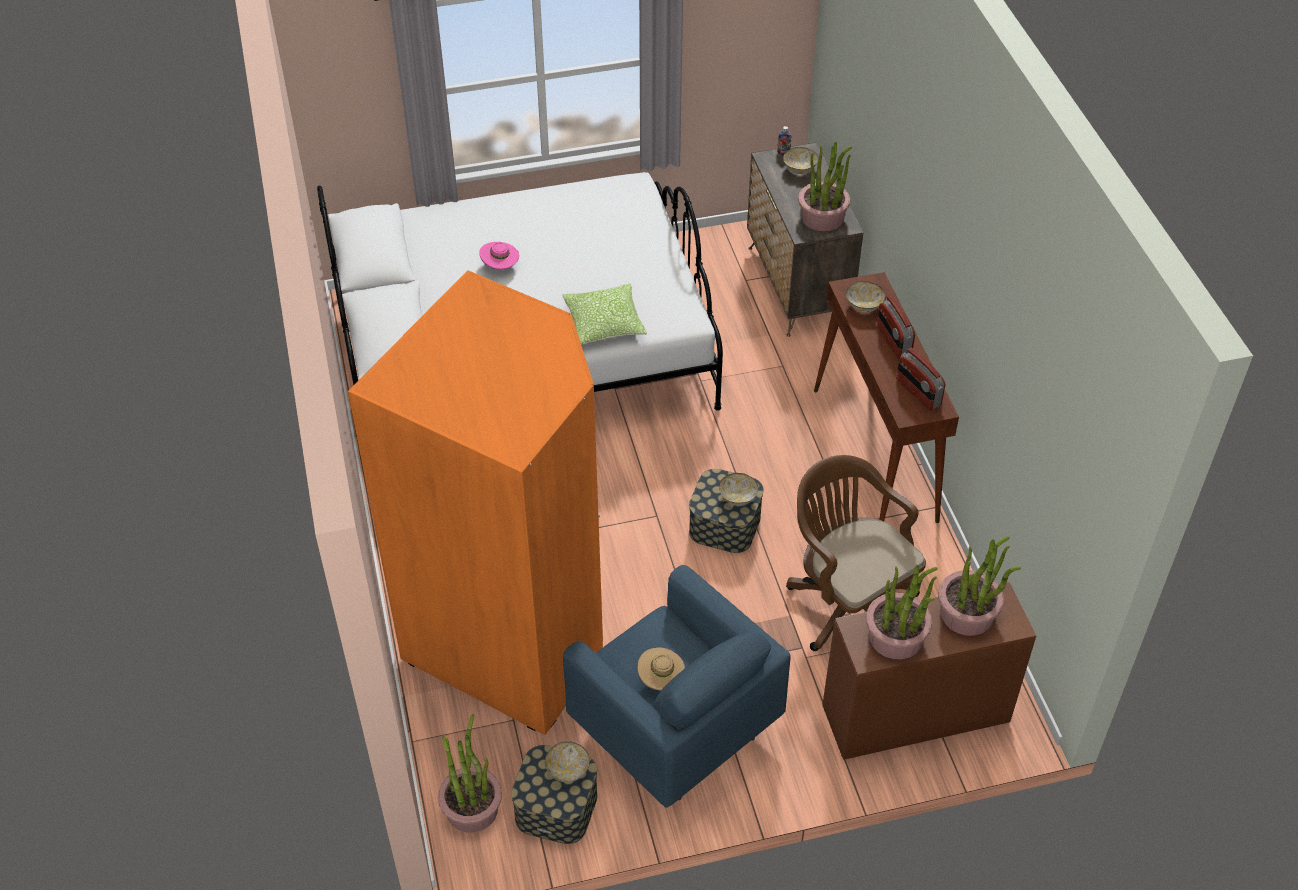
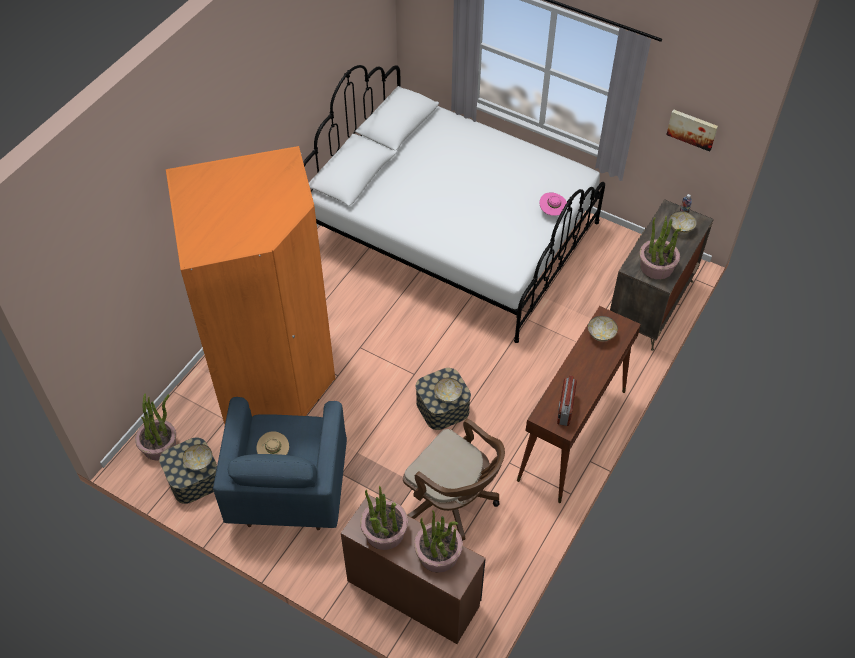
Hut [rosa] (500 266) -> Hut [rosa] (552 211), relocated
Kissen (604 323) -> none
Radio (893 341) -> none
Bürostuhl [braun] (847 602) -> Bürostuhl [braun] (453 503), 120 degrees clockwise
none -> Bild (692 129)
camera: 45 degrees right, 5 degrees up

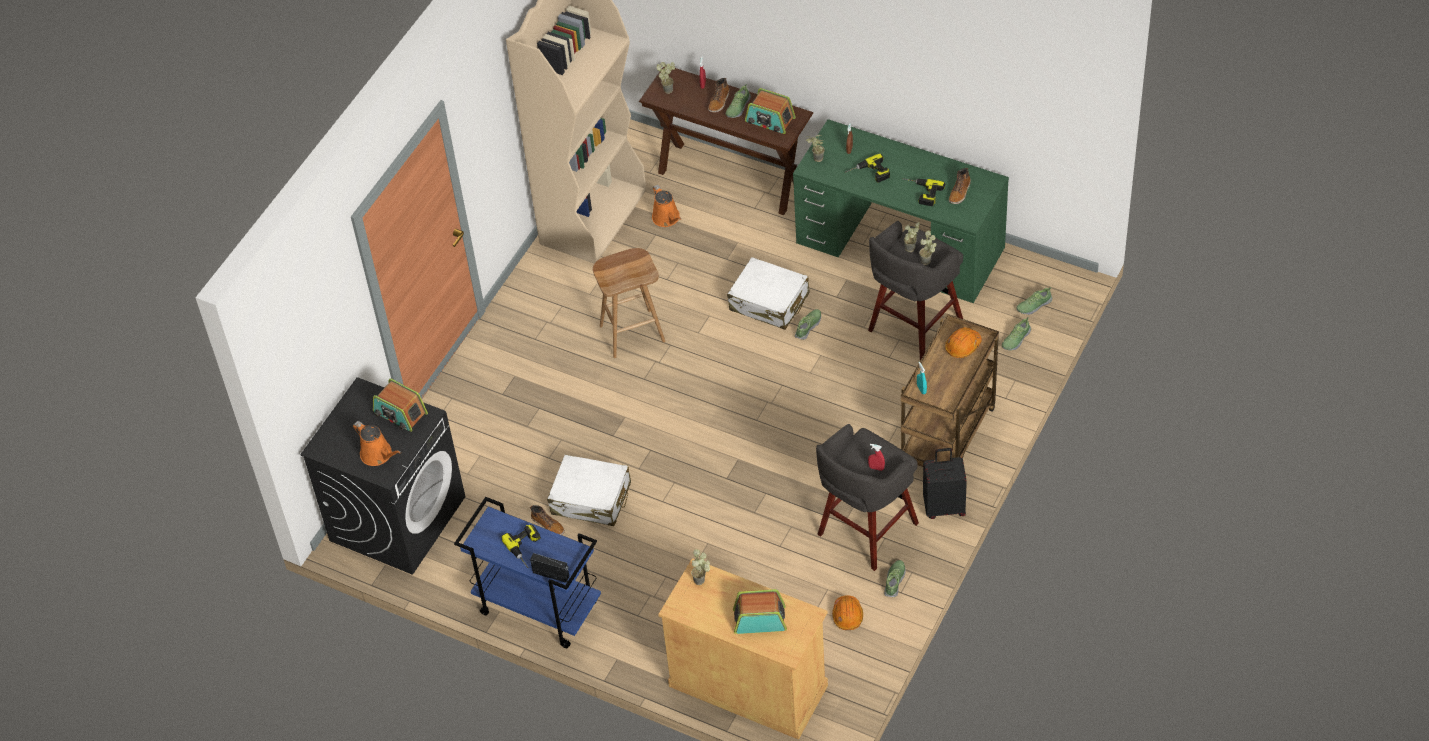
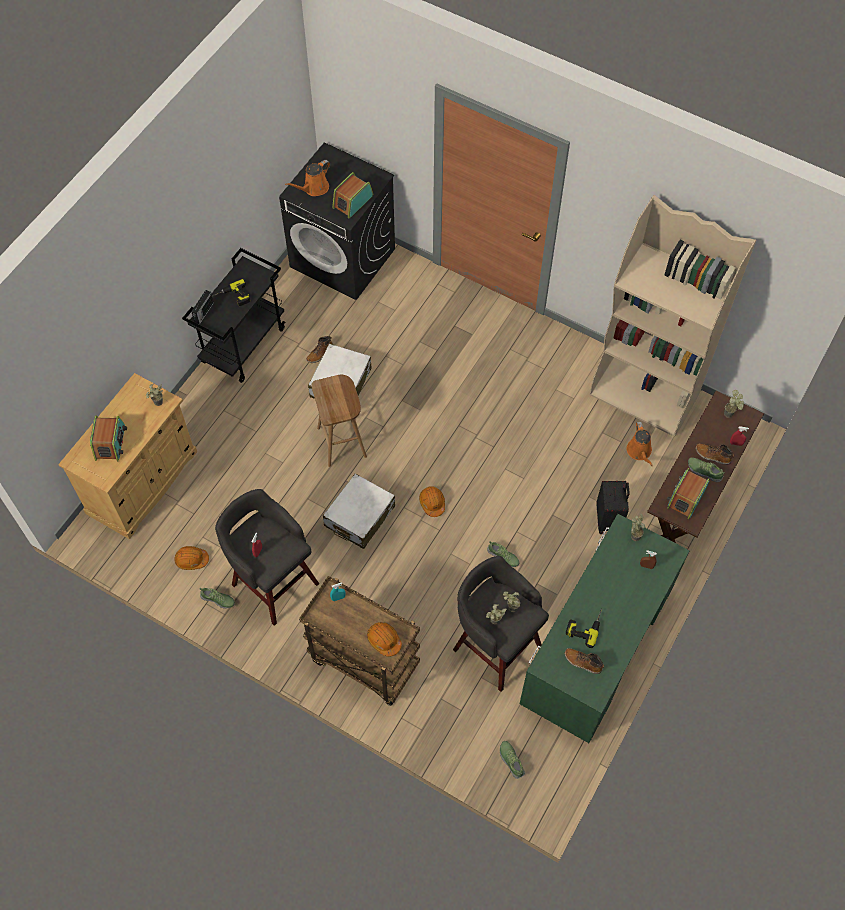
Bohrmaschine (868 174) -> none
Gießkanne [orange] (667 218) -> Gießkanne [orange] (639 452), 75 degrees counterclockwise
Hocker [braun] (633 333) -> Hocker [braun] (342 442), relocated
Koffer [weiß] (769 302) -> Koffer [weiß] (359 516), relocated
Schuh (1015 339) -> none
Koffer [schwarz] (944 506) -> Koffer [schwarz] (609 520), relocated
Rollwagen [blau] (537 608) -> Rollwagen [schwarz] (244 344)
none -> Schutzhelm [orange] (432 503)
camera: 90 degrees right, 10 degrees up

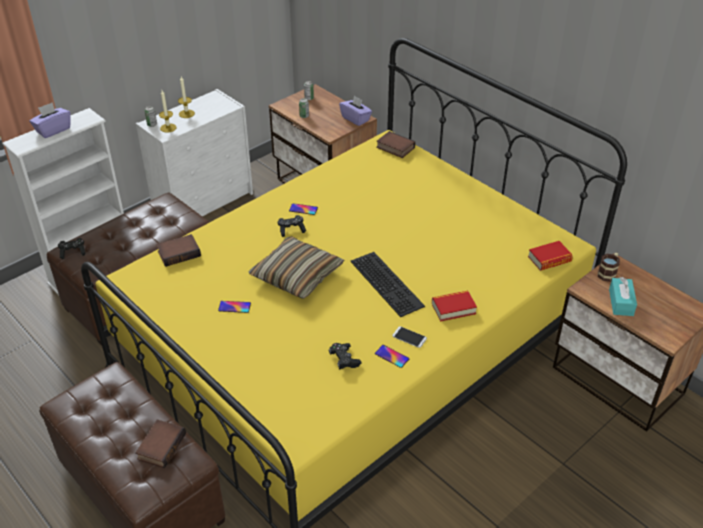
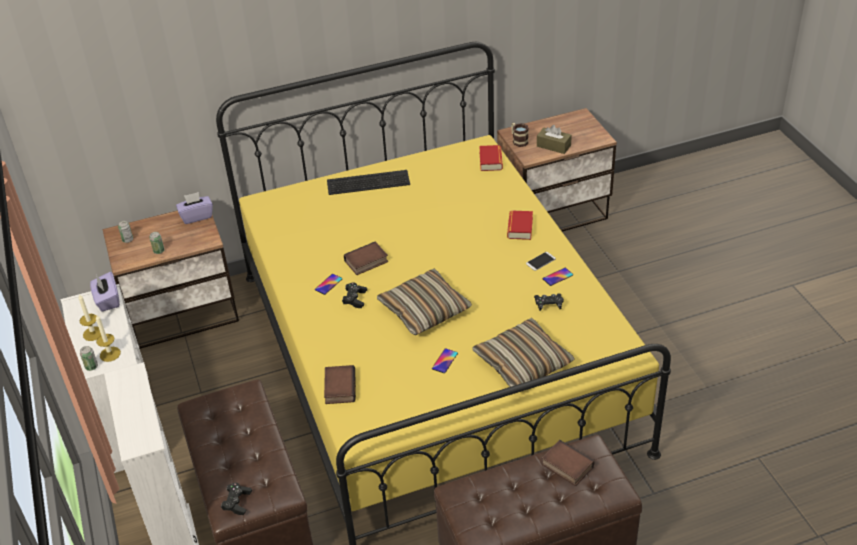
Taschentuchbox [lila] (53 130) -> Taschentuchbox [lila] (107 300), relocated
Buch (394 148) -> Buch (366 262), relocated
Tastatur (388 283) -> Tastatur (369 181), relocated
Taschentuchbox [türkis] (621 302) -> Taschentuchbox [braun] (553 146)
none -> Kissen (523 363)
camera: 65 degrees left, 0 degrees up

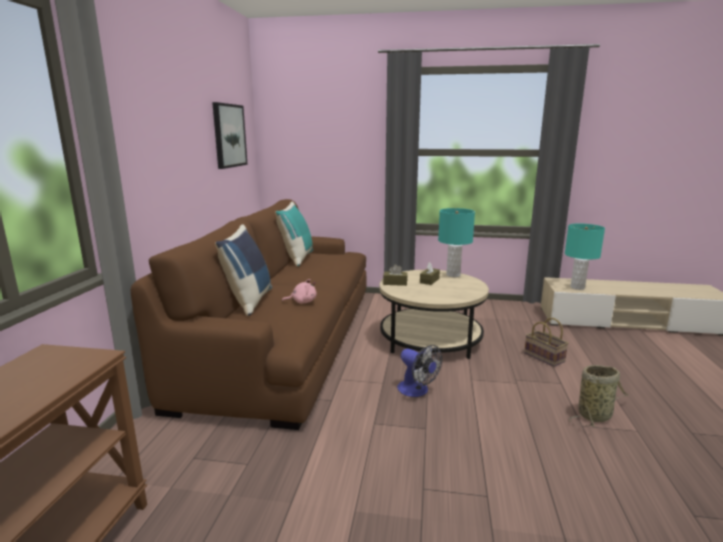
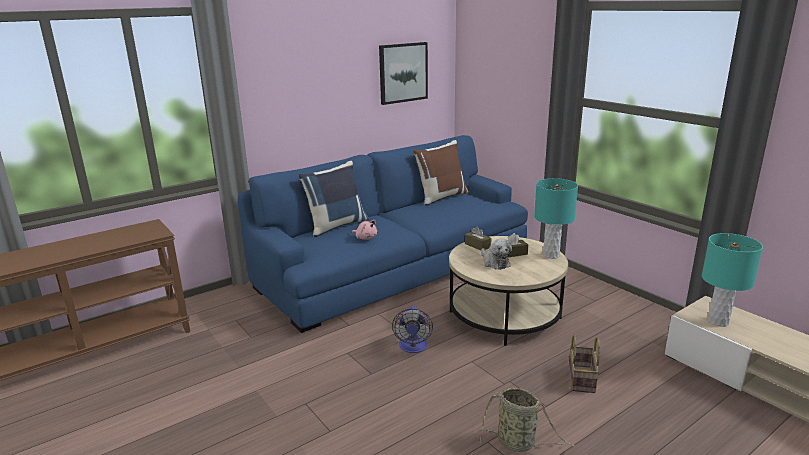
Sofa [braun] (287 339) -> Sofa [blau] (395 268)
Kissen [türkis] (296 258) -> Kissen [braun] (441 197)
none -> Plüschtier (495 262)
camera: 45 degrees right, 5 degrees up

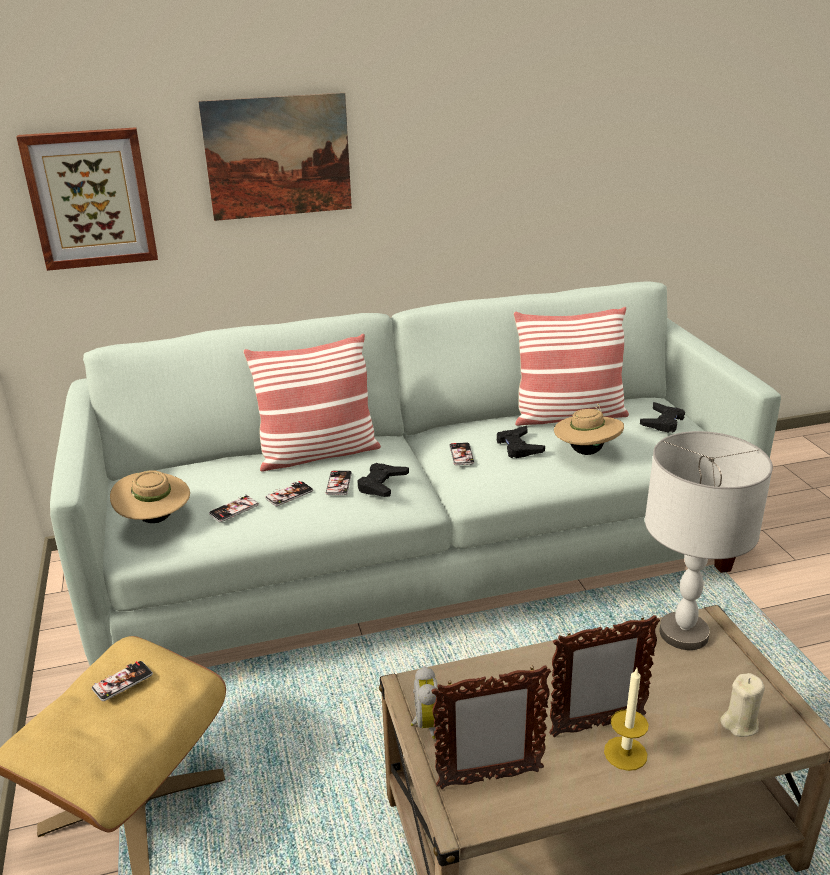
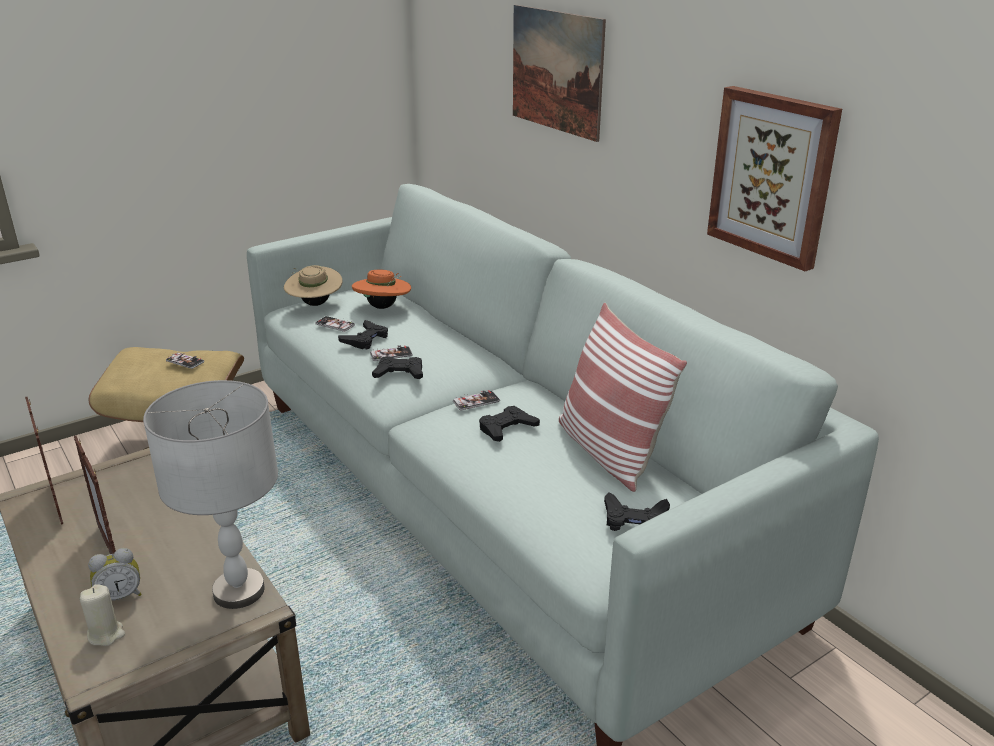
Bild (91 198) -> Bild (773 176), relocated
Kissen (318 454) -> none
Hut [beige] (586 452) -> none
Handy (289 494) -> Gamepad [schwarz] (365 339)
Wecker (424 724) -> Wecker (120 596), relocated
Kerze (625 753) -> none
none -> Hut [orange] (383 307)
camera: 70 degrees right, 0 degrees up

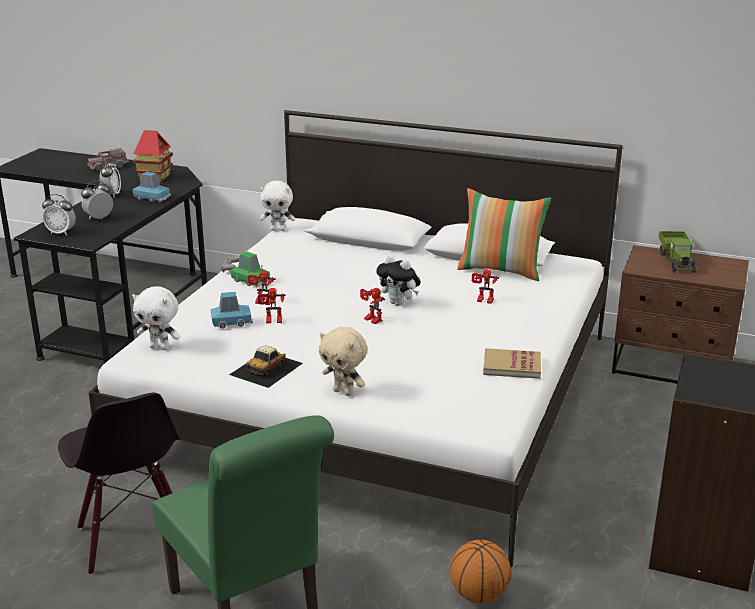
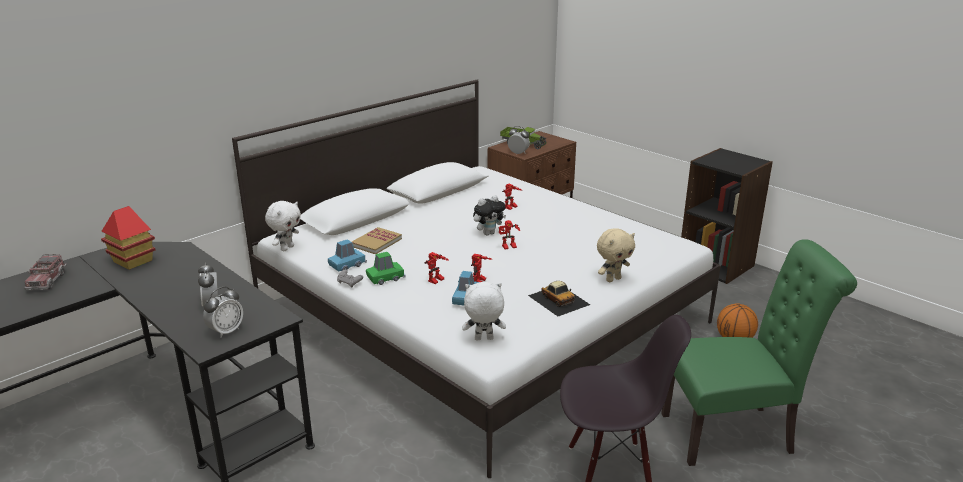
Wecker (112 195) -> Wecker (518 153), relocated
Spielzeugauto [blau] (152 198) -> Spielzeugauto [blau] (347 265), relocated
Kissen (501 270) -> none
Plüschtier [weiß] (160 347) -> Plüschtier [weiß] (483 339), 135 degrees counterclockwise
Buch (512 366) -> Buch (376 242), relocated
camera: 65 degrees left, 0 degrees up

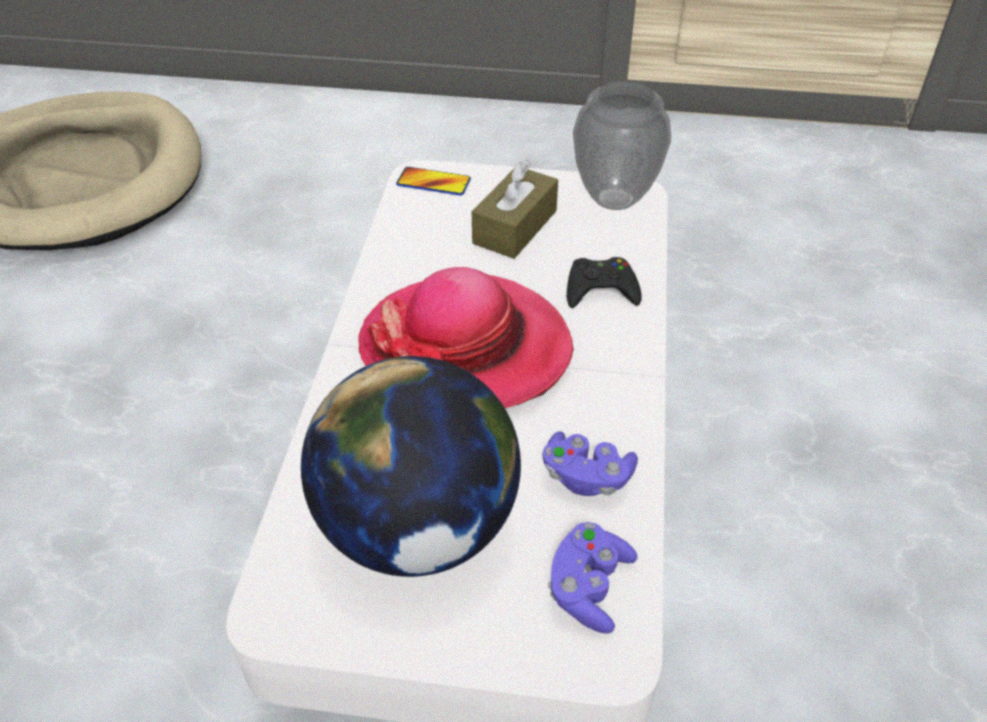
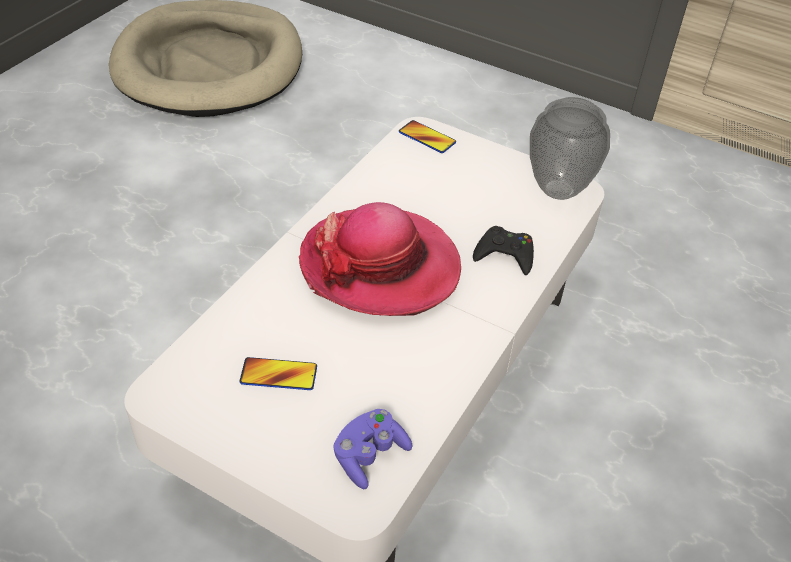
Taschentuchbox [braun] (515 227) -> none
Globus (418 527) -> Handy (278 375)
Gamepad [lila] (586 477) -> none
camera: 20 degrees right, 0 degrees up

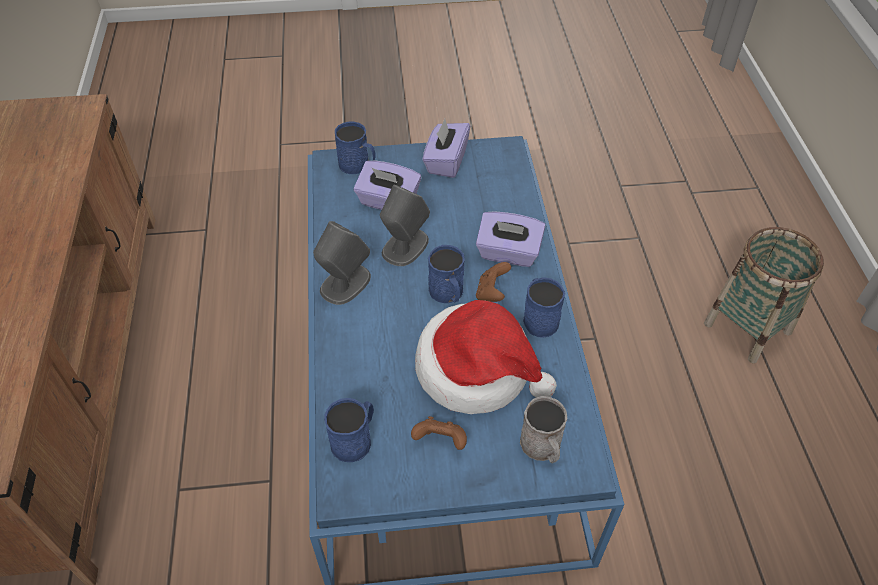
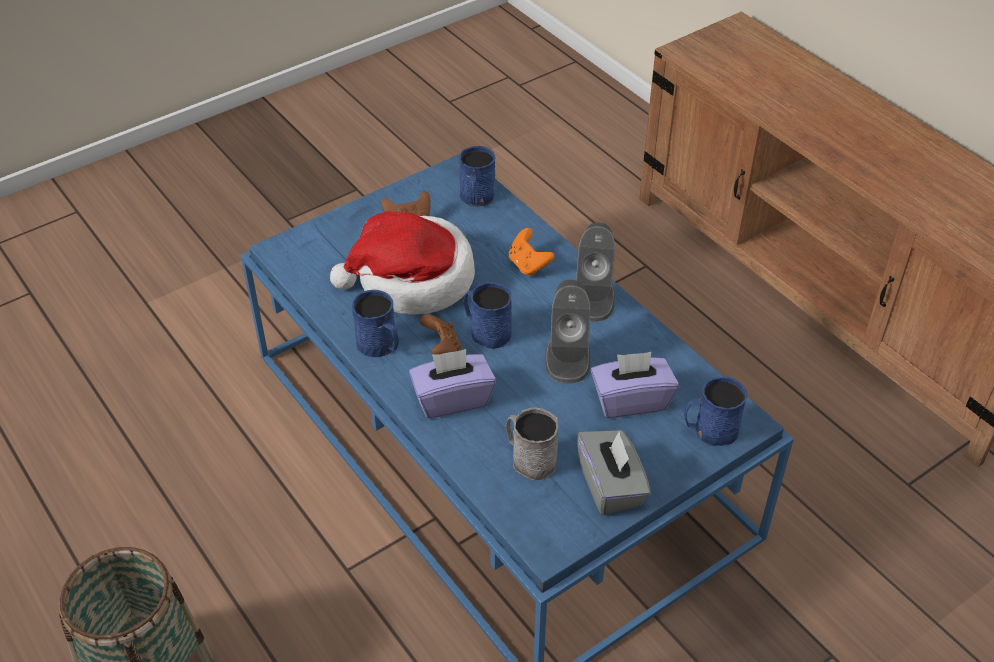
Taschentuchbox [lila] (446 161) -> Taschentuchbox [grau] (611 486)
Henkelbecher [grau] (542 448) -> Henkelbecher [grau] (529 459), relocated
none -> Gamepad [orange] (528 265)
camera: 150 degrees right, 5 degrees down

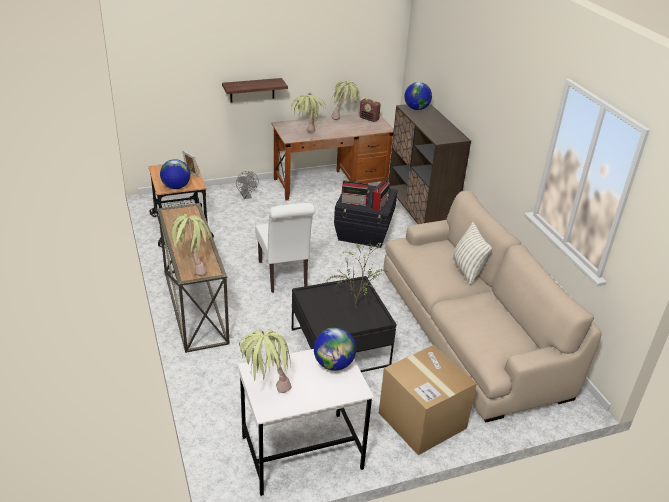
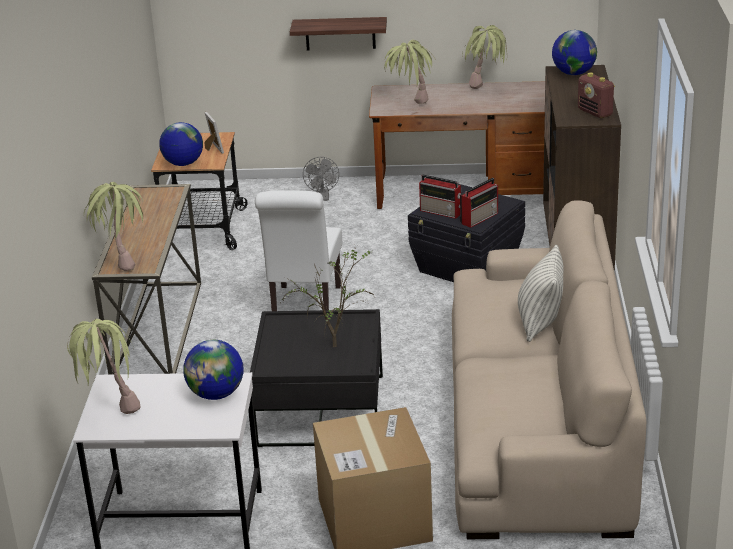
Radio (369 119) -> Radio (595 113), relocated
camera: 25 degrees right, 5 degrees down

